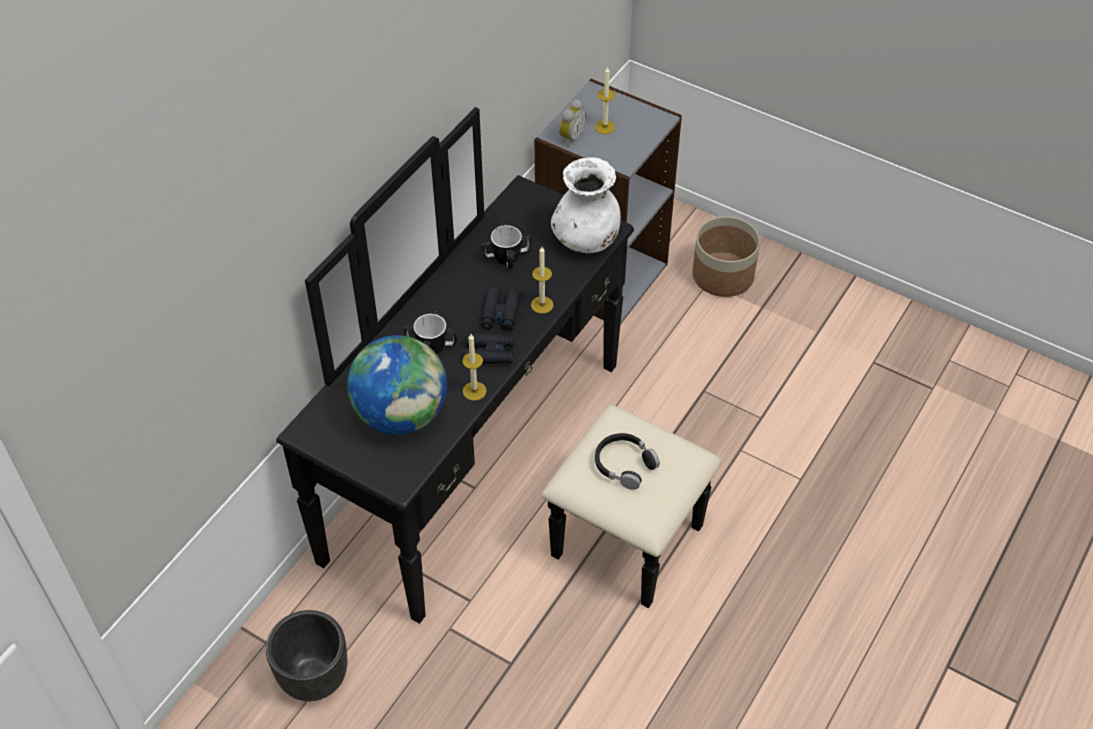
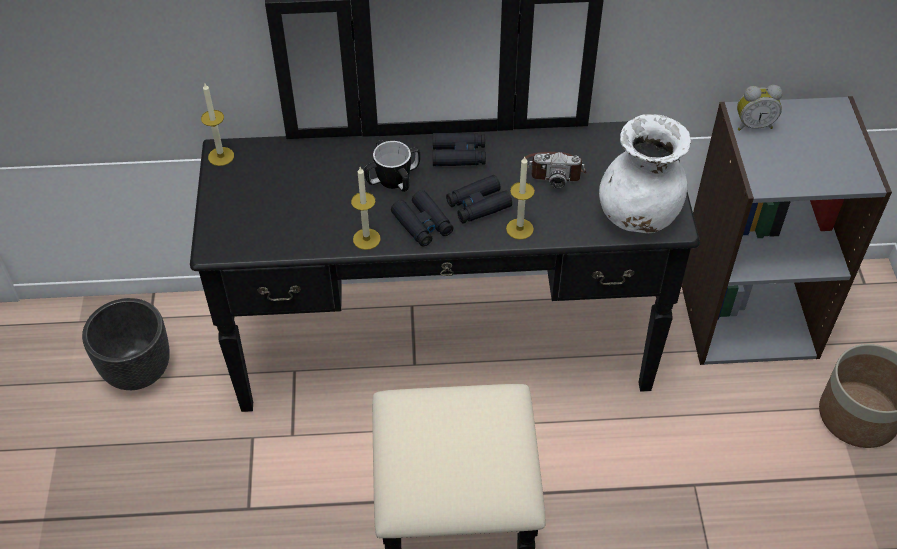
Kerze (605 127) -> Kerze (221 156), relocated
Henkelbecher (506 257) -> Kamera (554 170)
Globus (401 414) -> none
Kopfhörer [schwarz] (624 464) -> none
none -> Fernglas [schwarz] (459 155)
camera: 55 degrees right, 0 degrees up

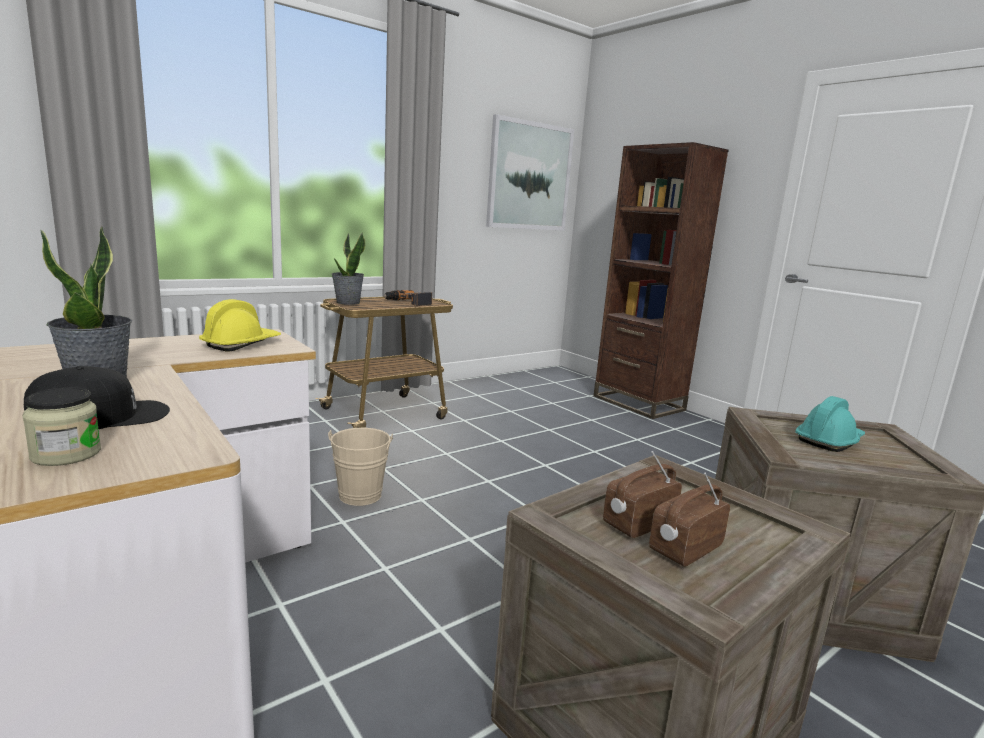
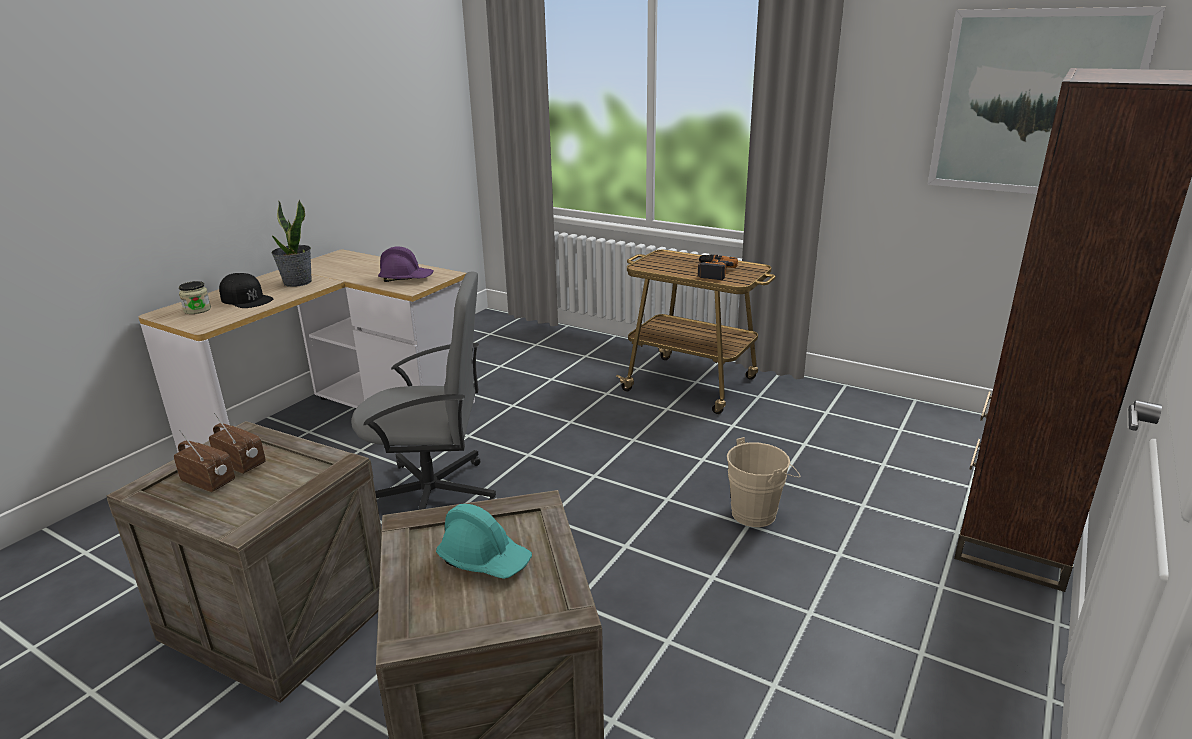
Topfpflanze (347 302) -> none
Schutzhelm [gelb] (241 344) -> Schutzhelm [lila] (406 278)
Eimer [beige] (361 493) -> Eimer [beige] (758 512), relocated
none -> Bürostuhl [grau] (433 496)
camera: 70 degrees right, 10 degrees up

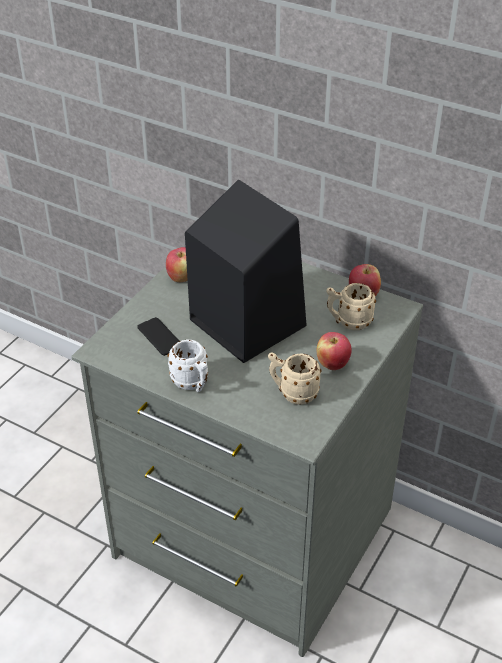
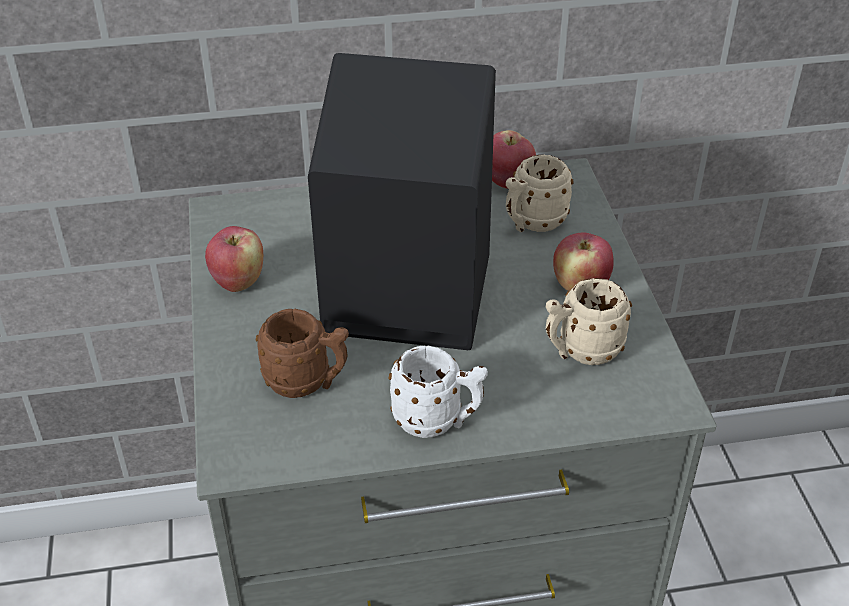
Handy (160 337) -> Henkelbecher [braun] (307 383)
camera: 40 degrees left, 0 degrees up

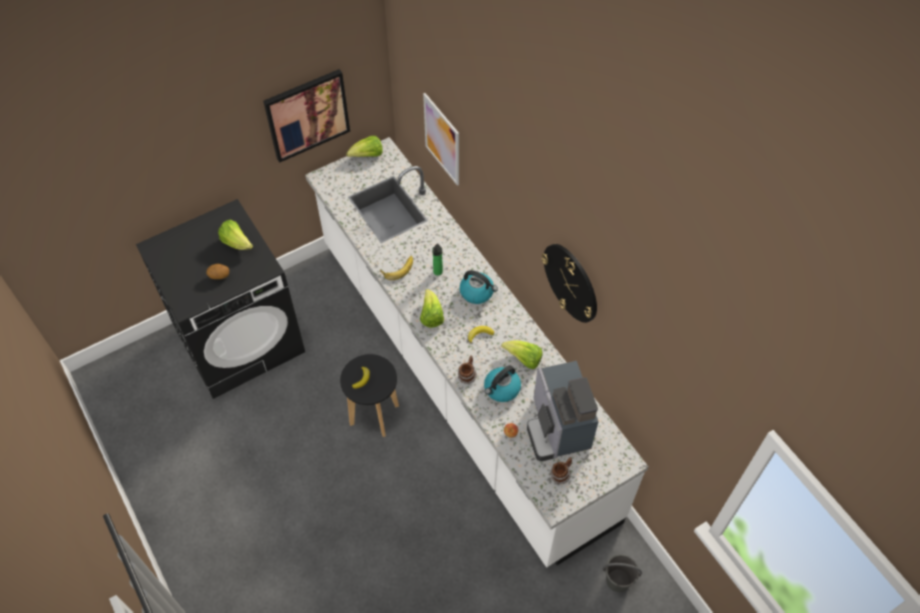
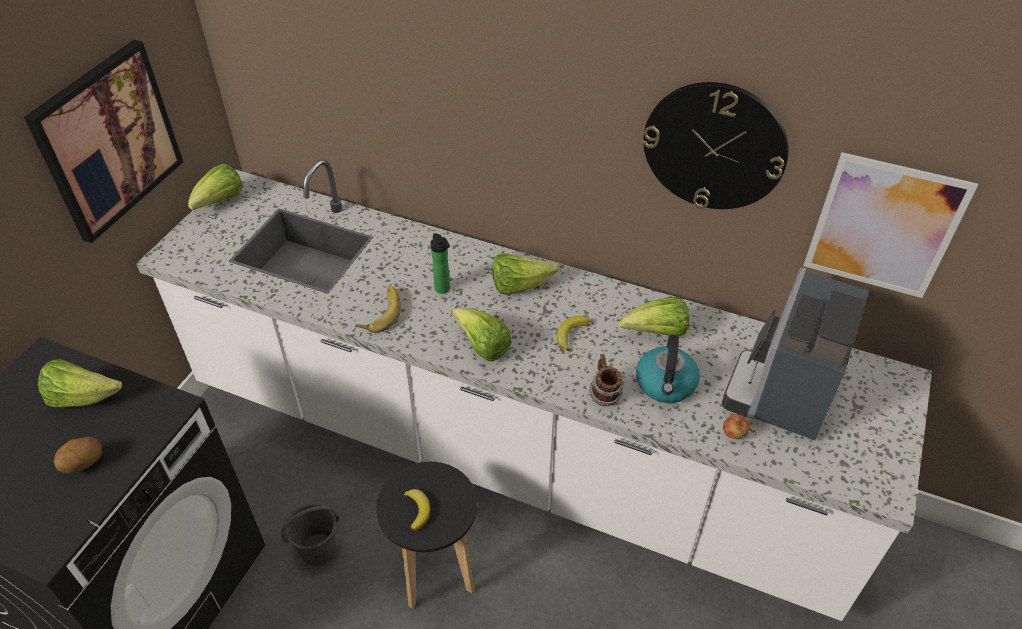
Bild (442 139) -> Bild (883 226), relocated
Wasserkessel (477 292) -> Salatkopf (519 286)
Kaffeemaschine (557 428) -> Kaffeemaschine (784 390), 75 degrees clockwise
Henkelbecher (560 475) -> none
Eimer [grau] (618 580) -> Eimer [grau] (318 549), relocated
camera: 35 degrees left, 10 degrees down

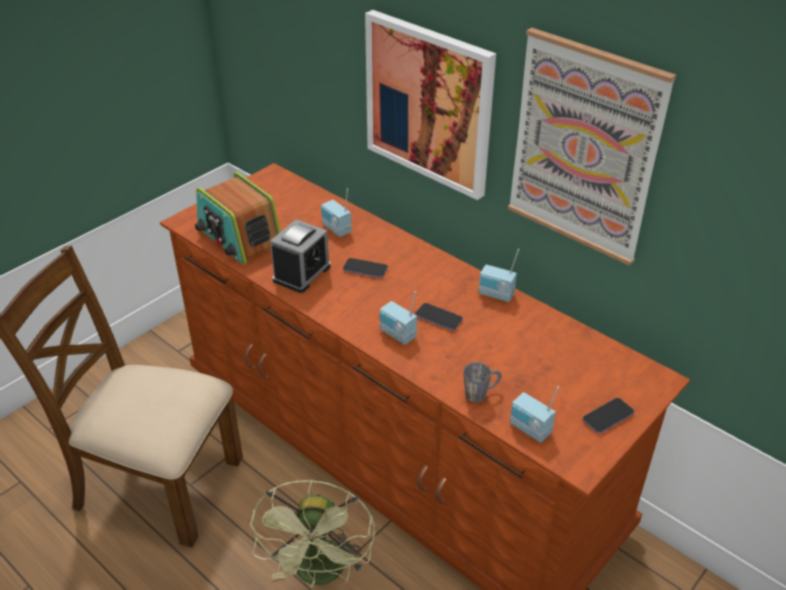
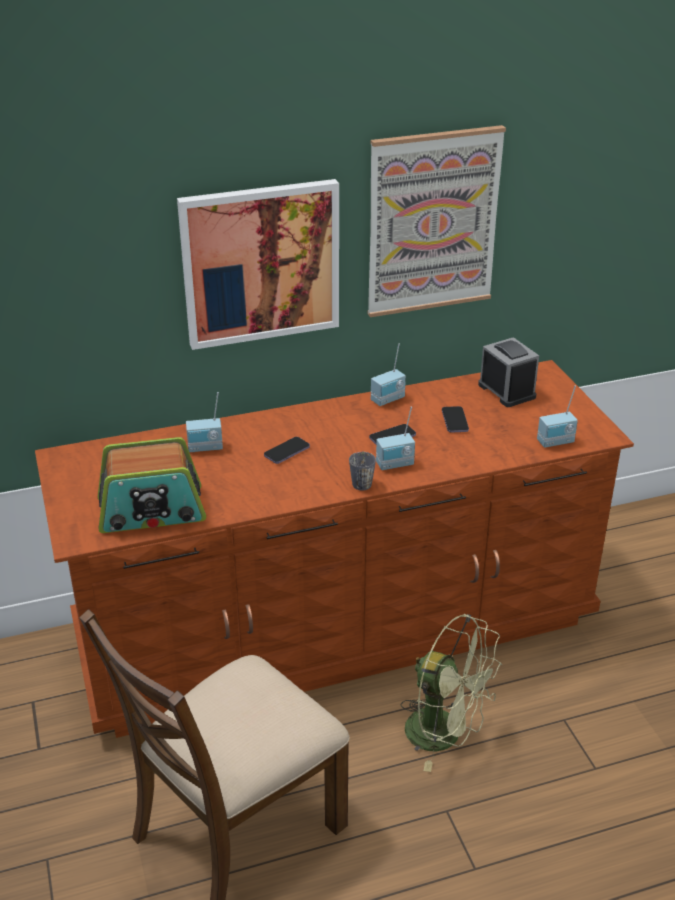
Wecker (302 273) -> Wecker (506 391), relocated
Henkelbecher [grau] (481 393) -> Henkelbecher [grau] (362 481), relocated
Handy (608 417) -> Handy (455 421), relocated
camera: 60 degrees left, 5 degrees down

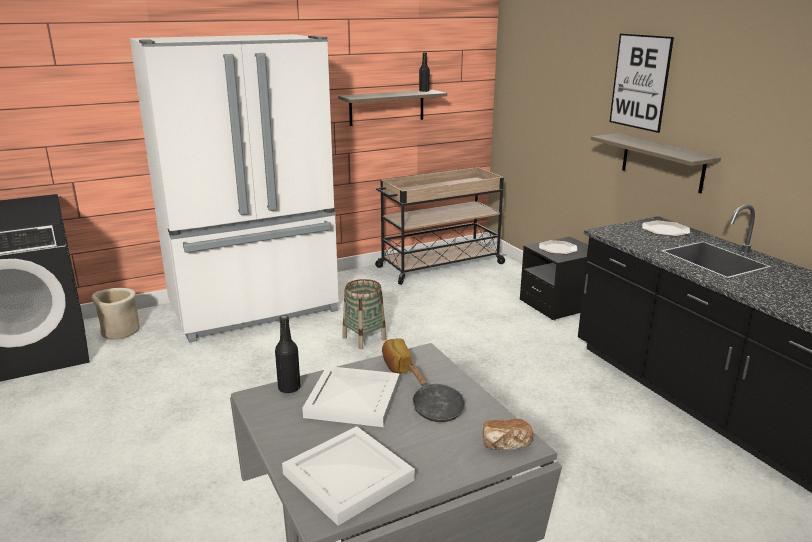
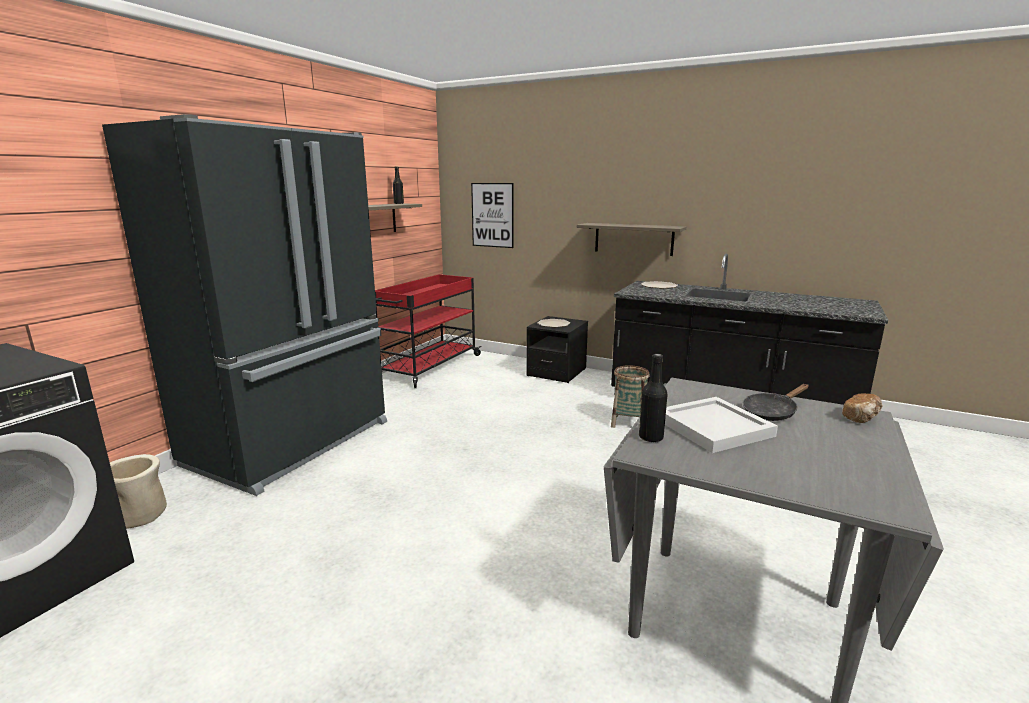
Kühlschrank [weiß] (255 308) -> Kühlschrank [schwarz] (294 443)
Bild (640 82) -> Bild (492 215), relocated
Rollwagen [beige] (439 265) -> Rollwagen [rot] (429 367)
Korb (364 338) -> Korb (628 422), relocated
Brot (395 365) -> none
Pfanne [schwarz] (434 407) -> Pfanne [schwarz] (772 412), 120 degrees clockwise
Tablett [weiß] (350 477) -> none
camera: 35 degrees left, 5 degrees down

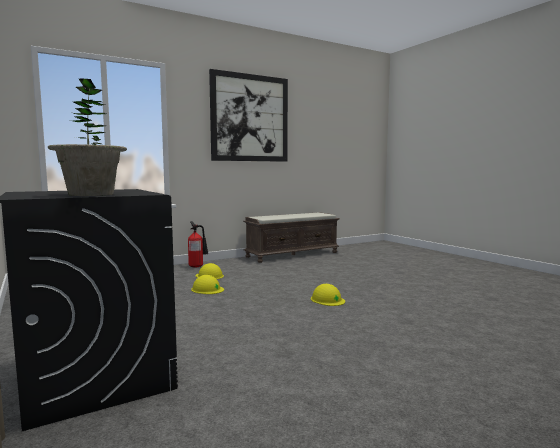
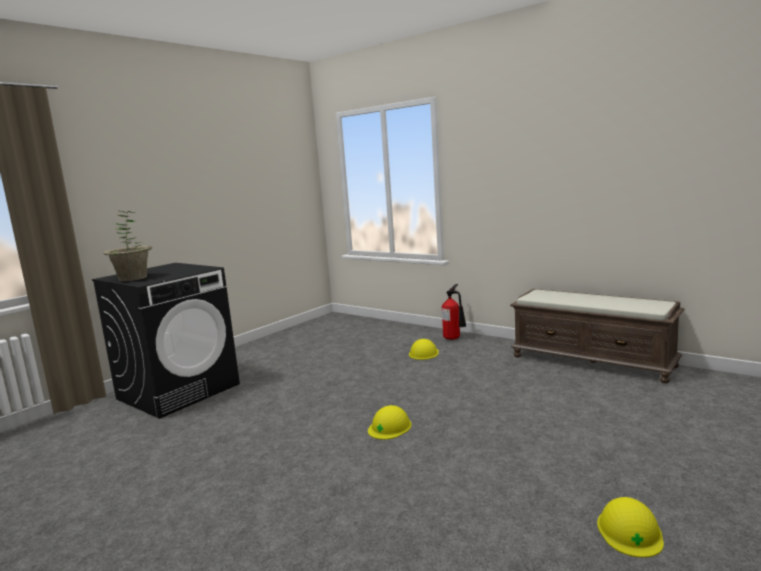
Bild (250 118) -> none
Schutzhelm [gelb] (207 289) -> Schutzhelm [gelb] (629 531), relocated
camera: 70 degrees right, 5 degrees up

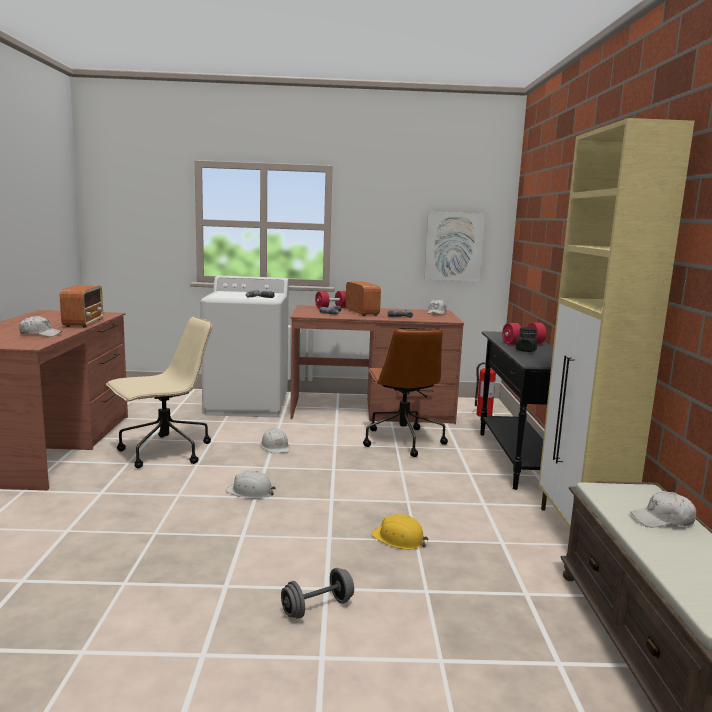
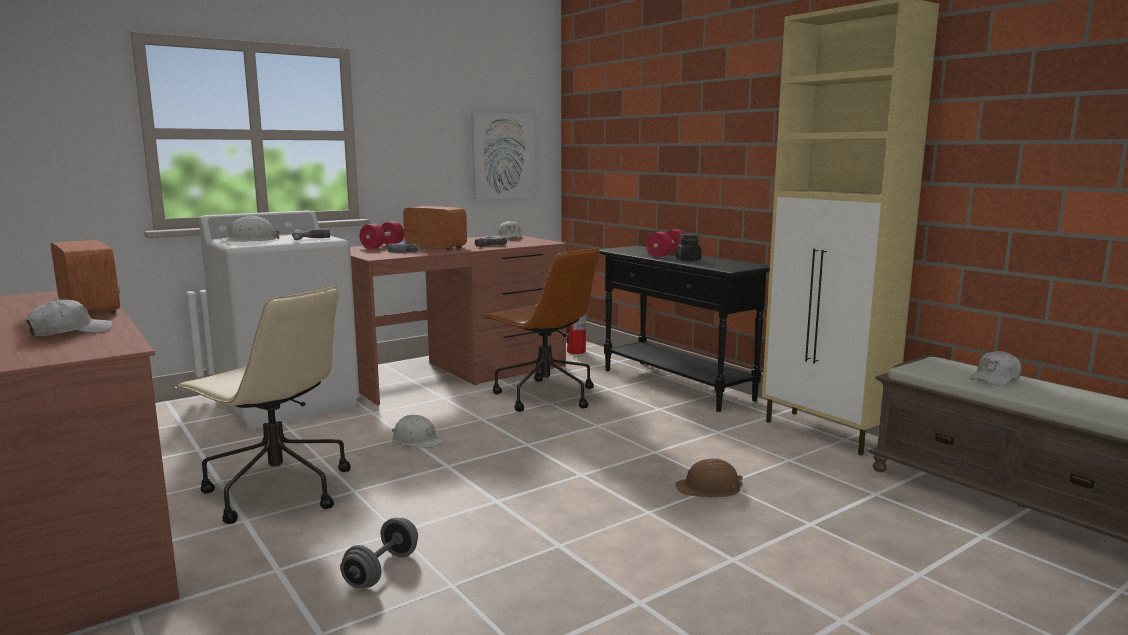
Bürostuhl [beige] (164 452) -> Bürostuhl [beige] (276 490), 105 degrees clockwise
Schutzhelm [weiß] (250 491) -> Schutzhelm [weiß] (250 240), relocated
Schutzhelm [gelb] (399 539) -> Schutzhelm [braun] (709 488)
Hantel [grau] (317 608) -> Hantel [grau] (382 570), relocated
camera: 35 degrees left, 0 degrees up

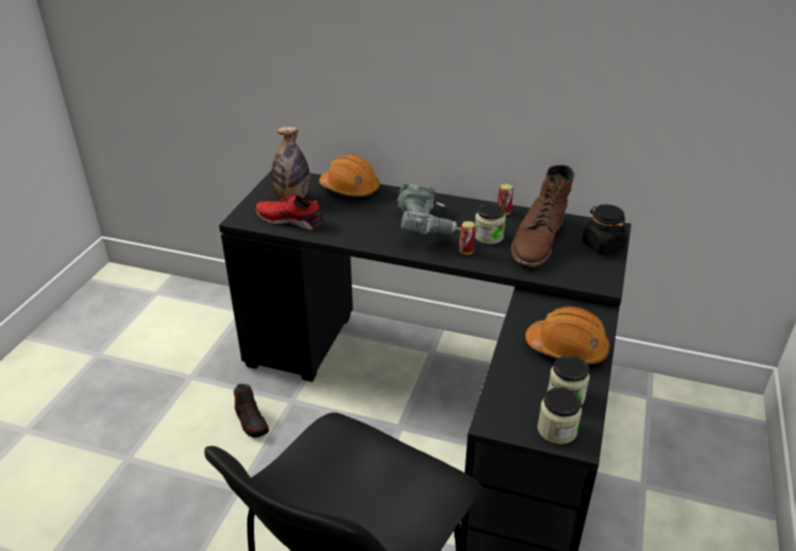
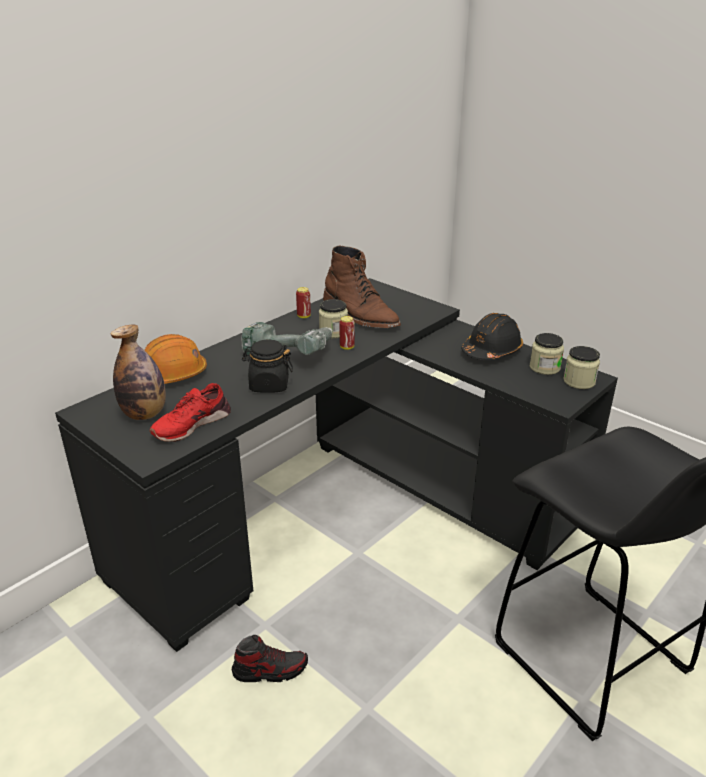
Vorratsglas [schwarz] (602 245) -> Vorratsglas [schwarz] (269 385), relocated
Schutzhelm [orange] (567 348) -> Schutzhelm [schwarz] (491 351)
camera: 65 degrees left, 5 degrees down

